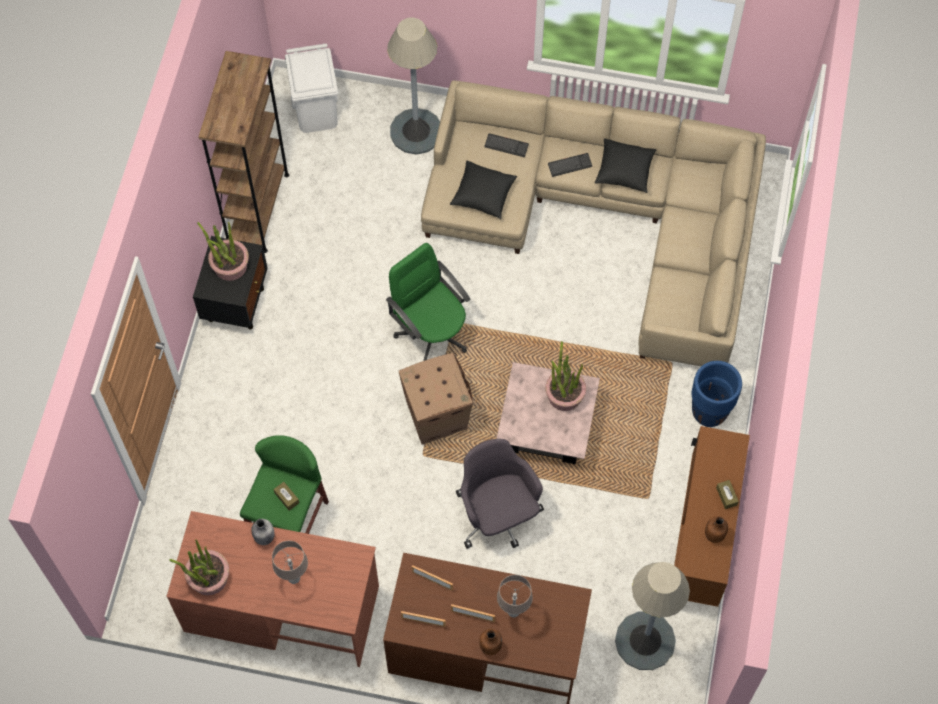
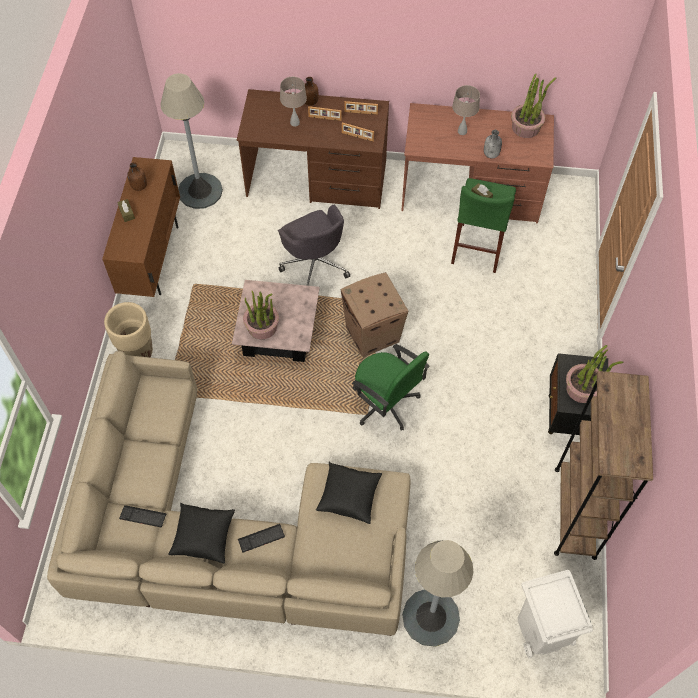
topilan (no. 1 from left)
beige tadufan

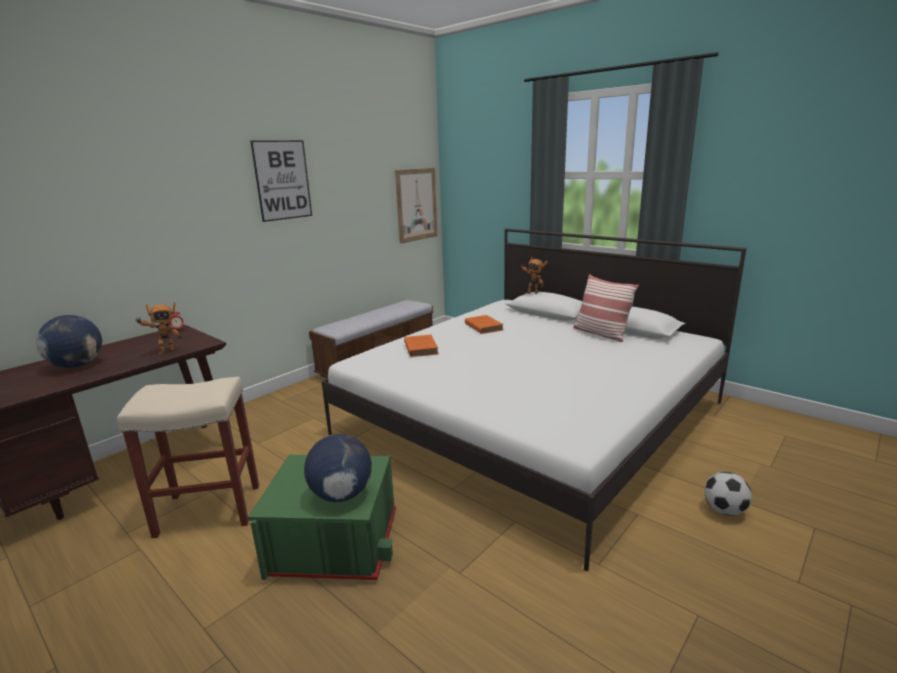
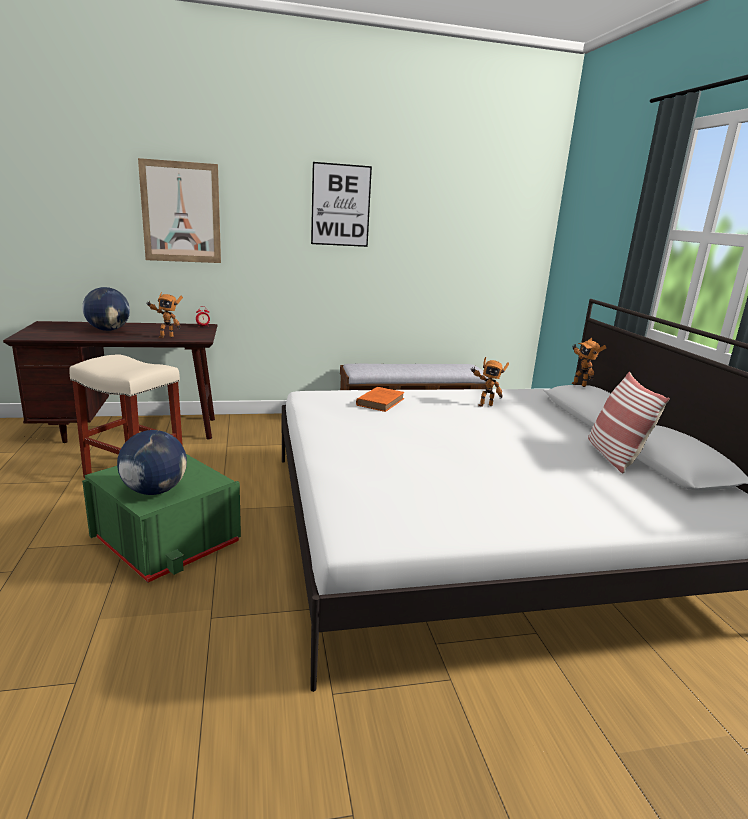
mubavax (no. 1 from left)
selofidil (no. 2 from left)
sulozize

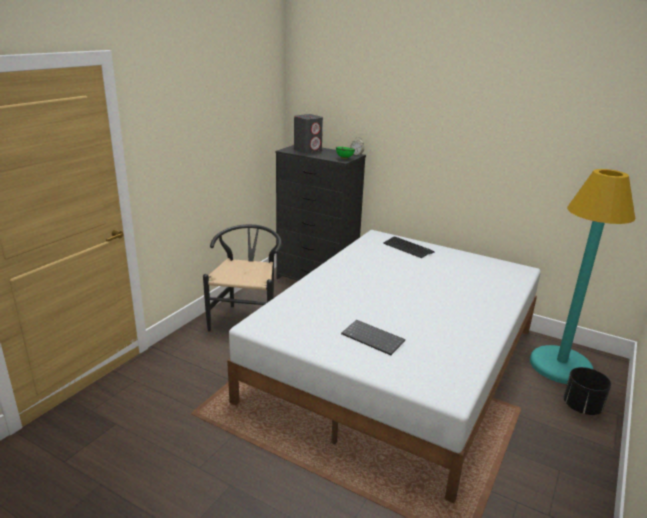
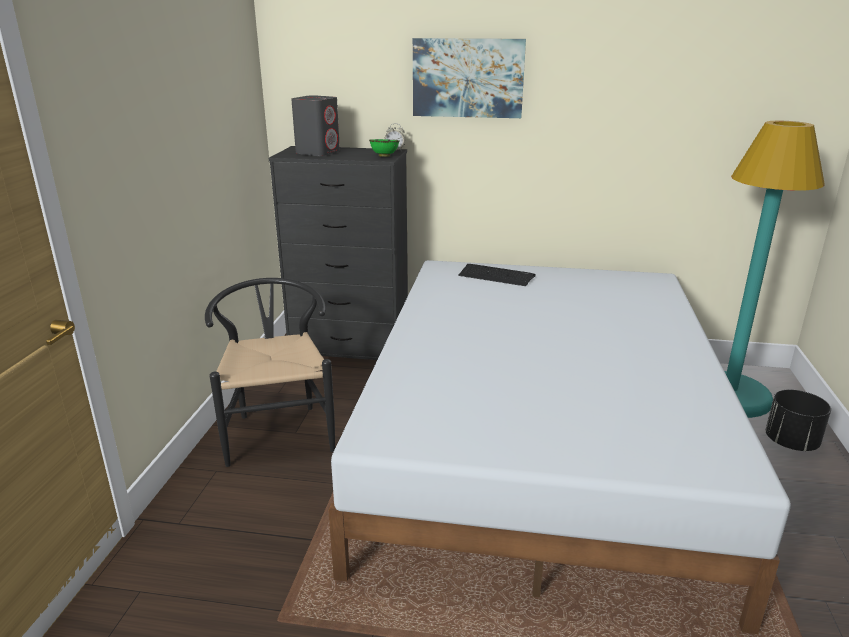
topilan (no. 1 from left in the first image)
mubavax

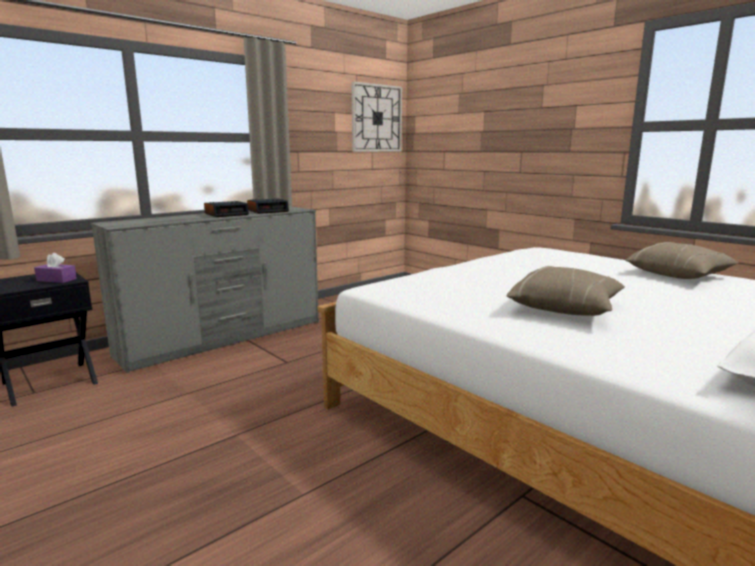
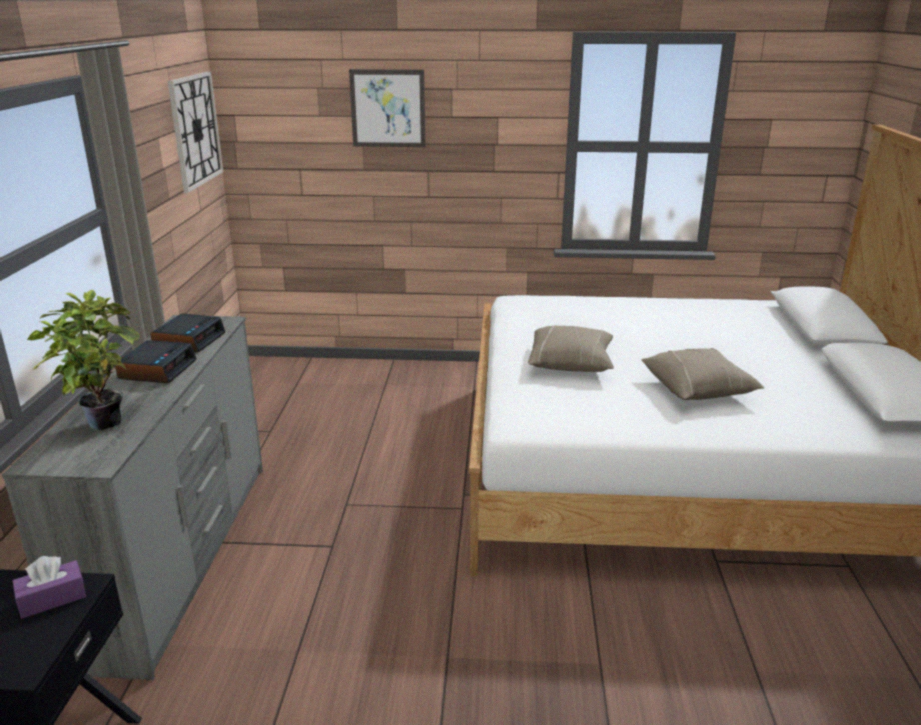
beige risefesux (no. 1 from left)
mubavax
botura

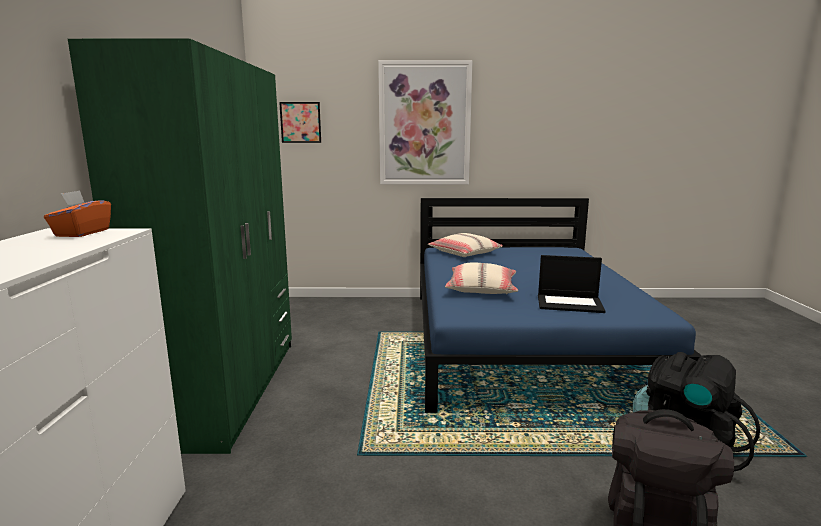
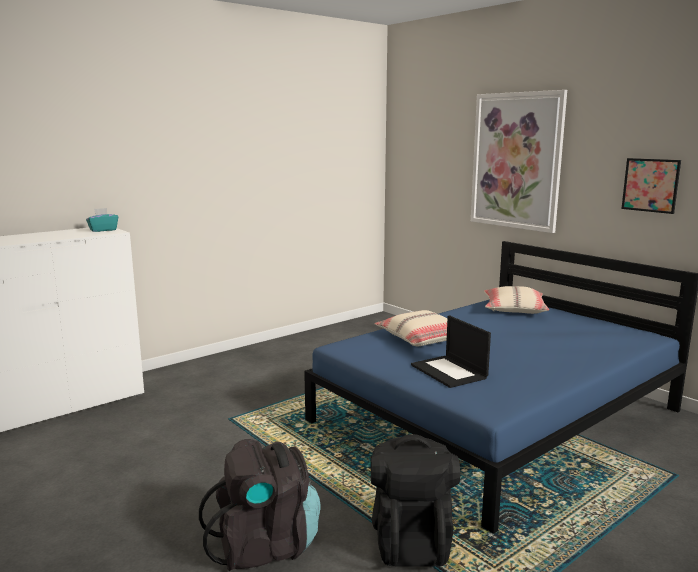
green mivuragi
mubavax (no. 2 from left)
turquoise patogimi

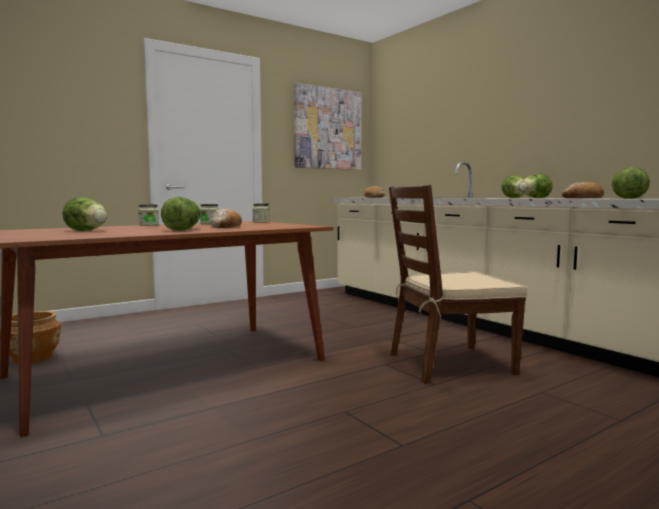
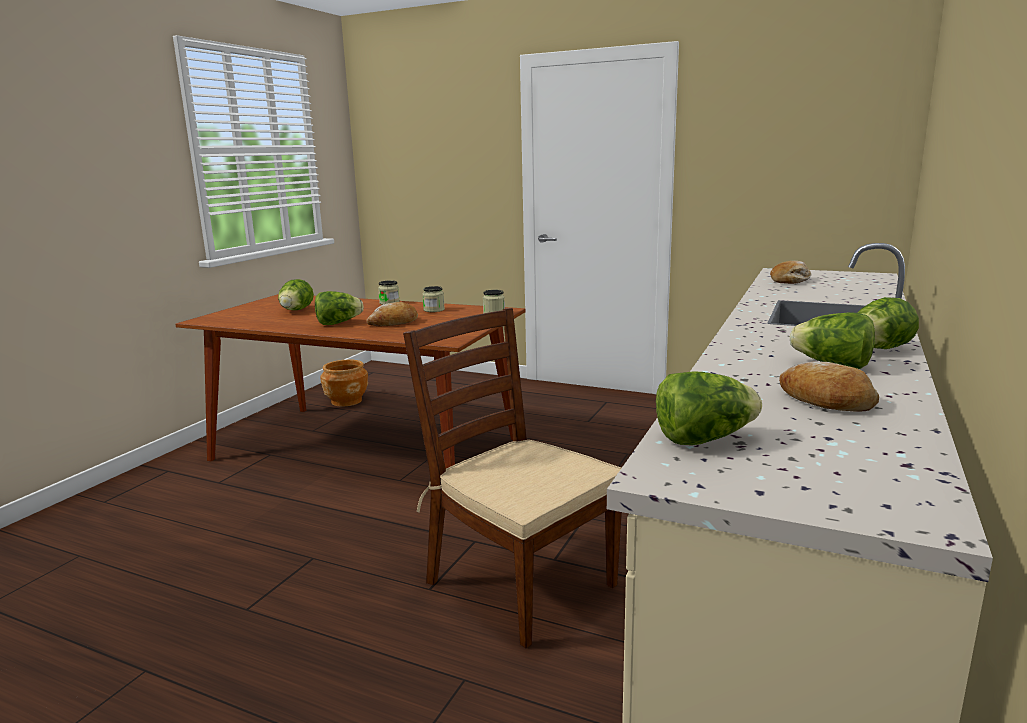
mubavax

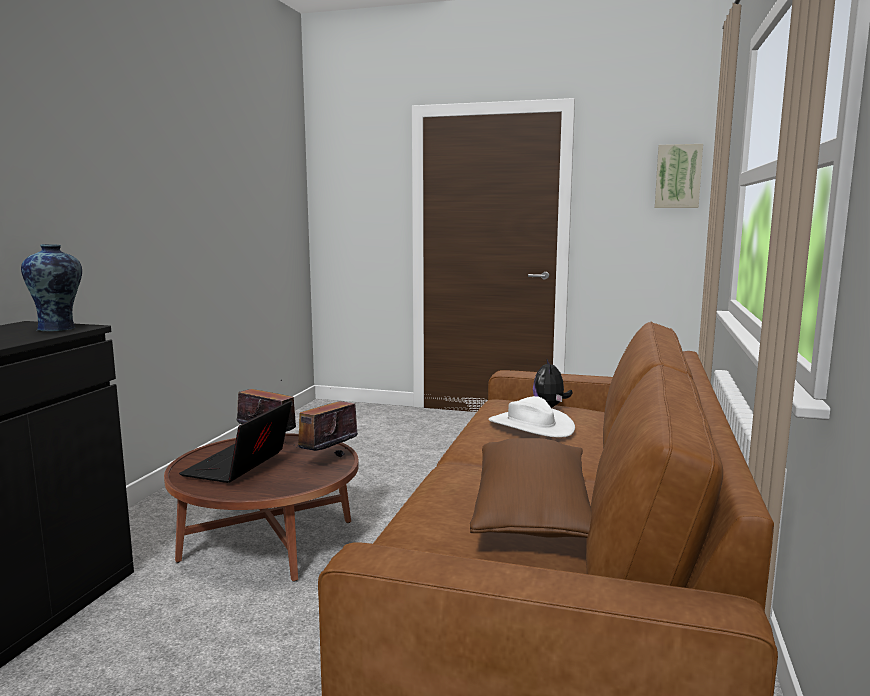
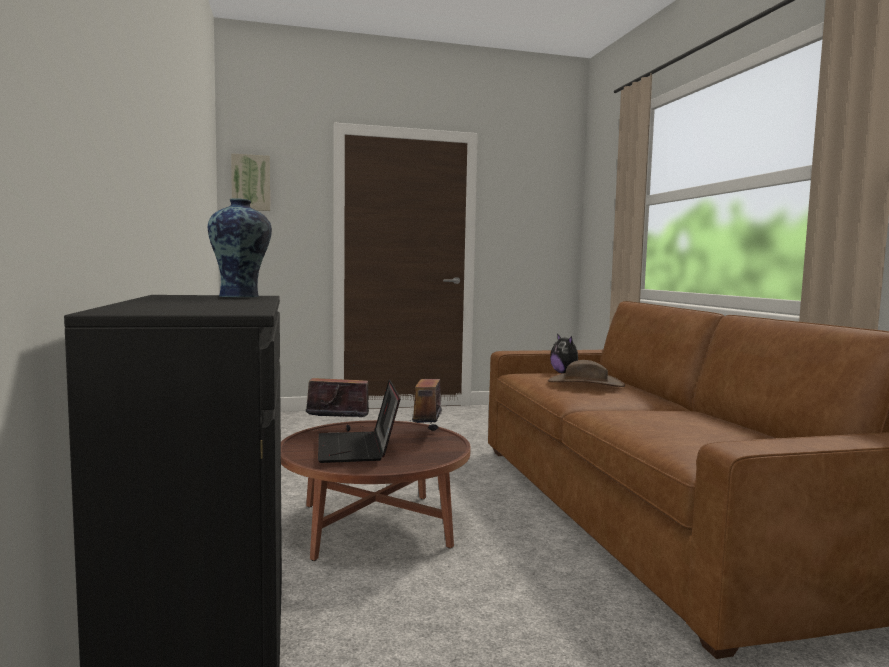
mubavax
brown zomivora
brown risefesux

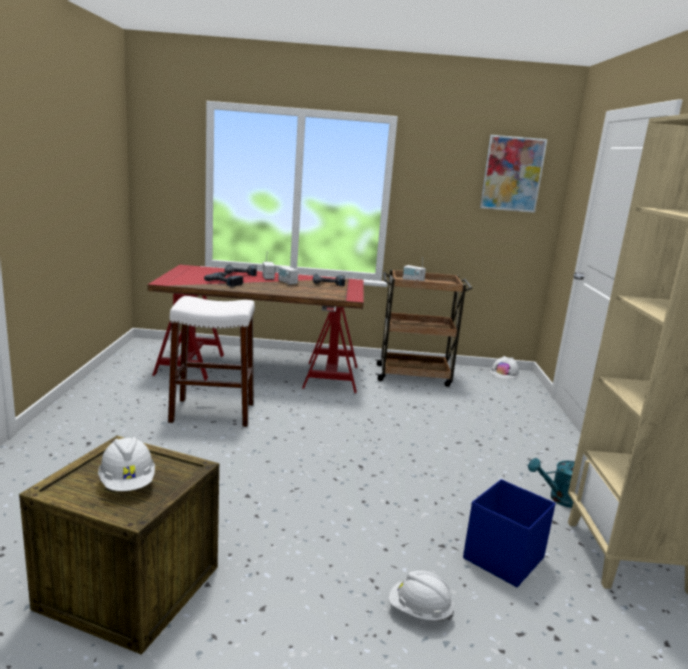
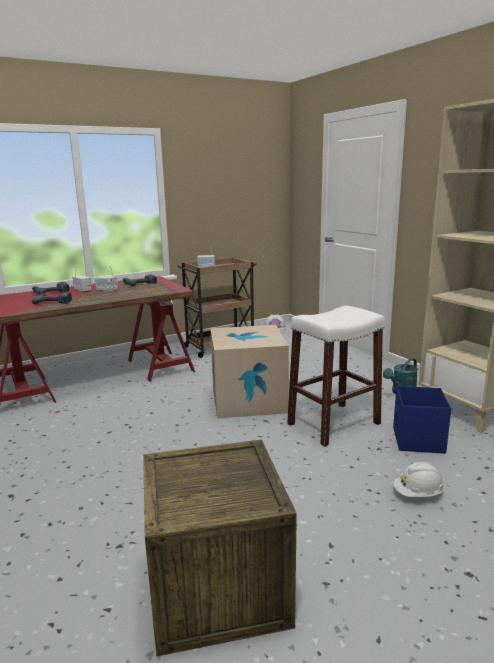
mubavax
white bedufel
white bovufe (no. 1 from left in the first image)
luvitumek

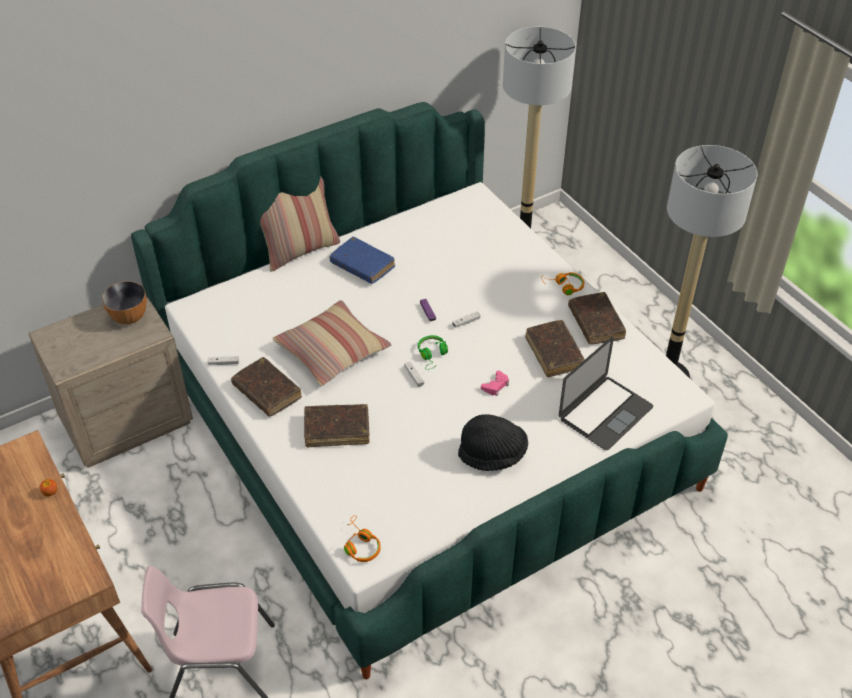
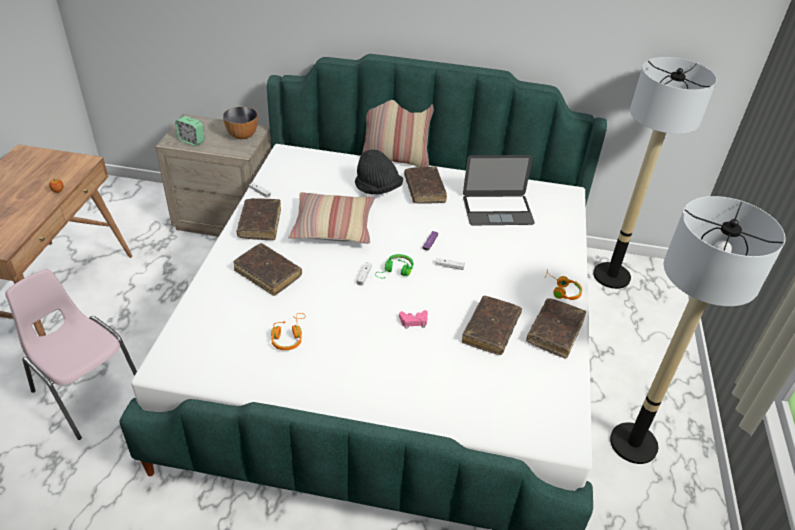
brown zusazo (no. 3 from left)
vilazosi
black zomivora
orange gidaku (no. 1 from left)
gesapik

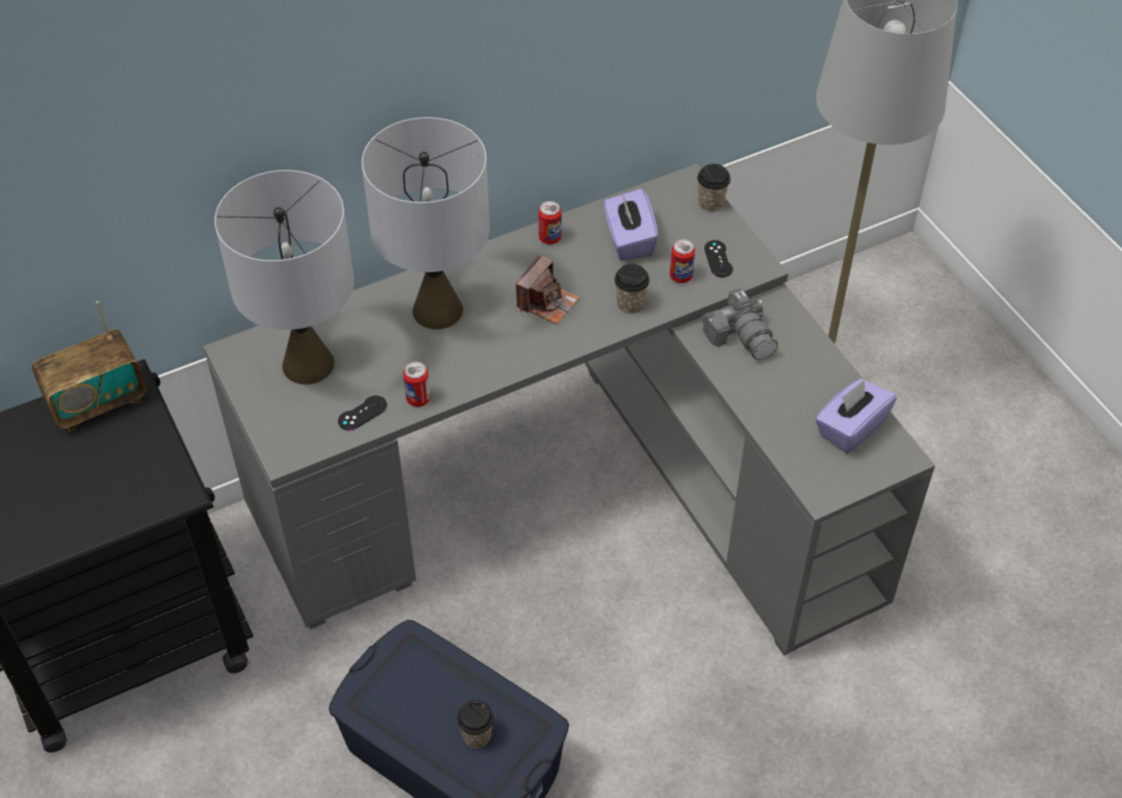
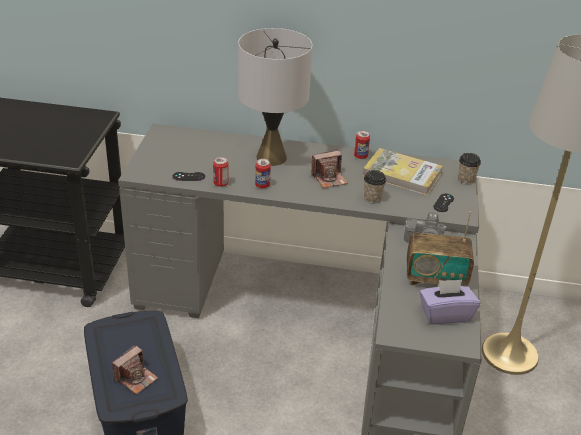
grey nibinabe (no. 1 from left in the first image)
zusazo
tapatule (no. 2 from left)
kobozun
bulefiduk (no. 1 from left)

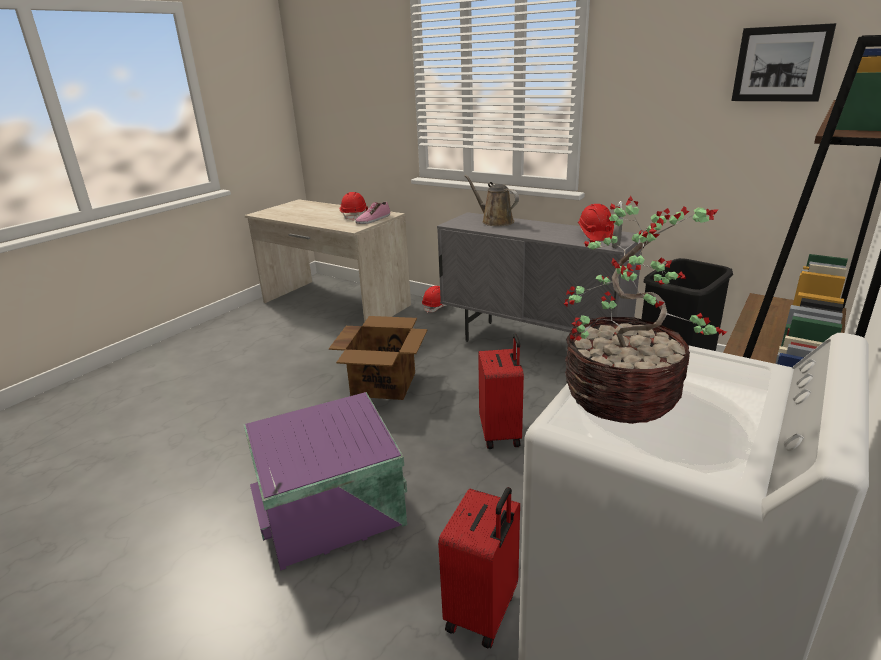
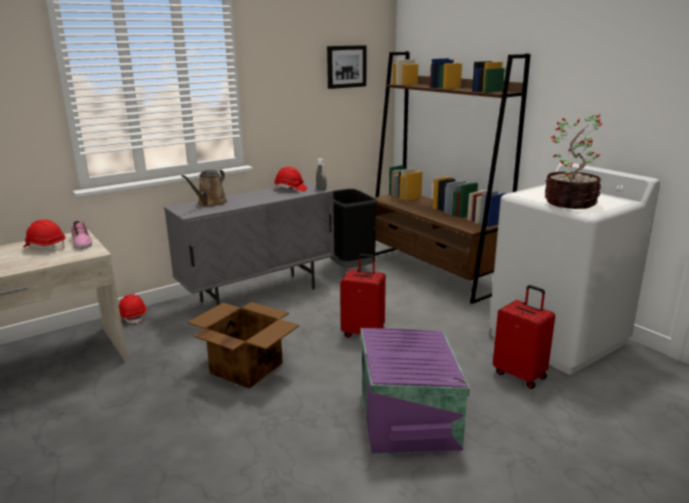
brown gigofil

